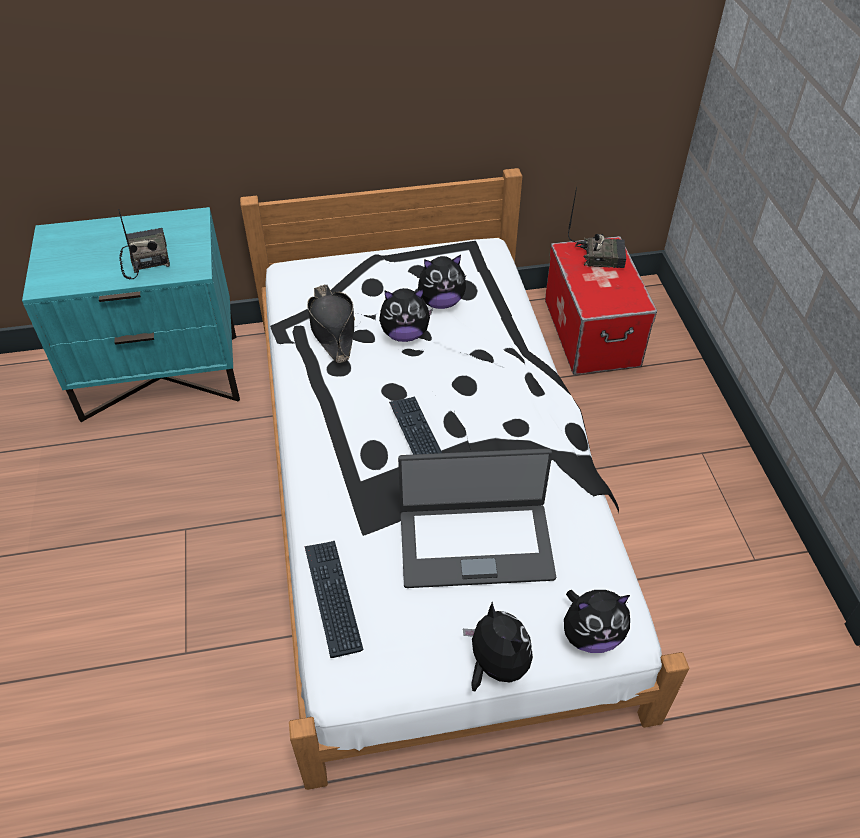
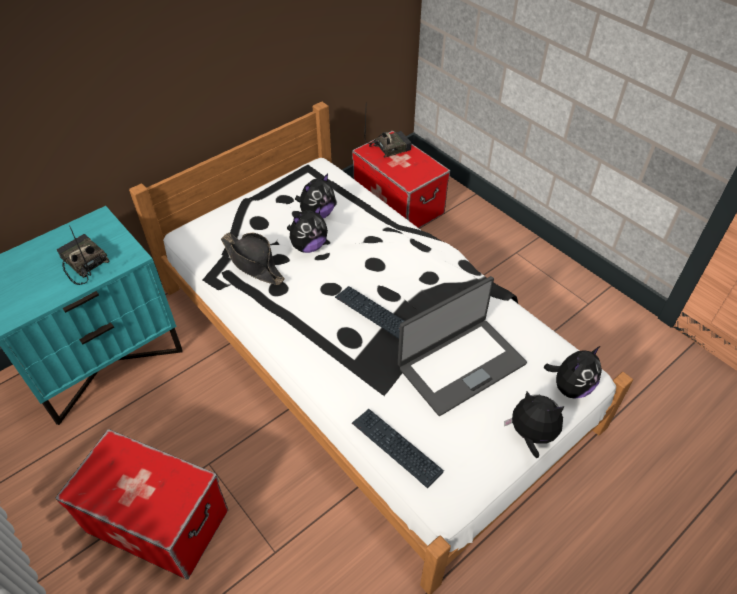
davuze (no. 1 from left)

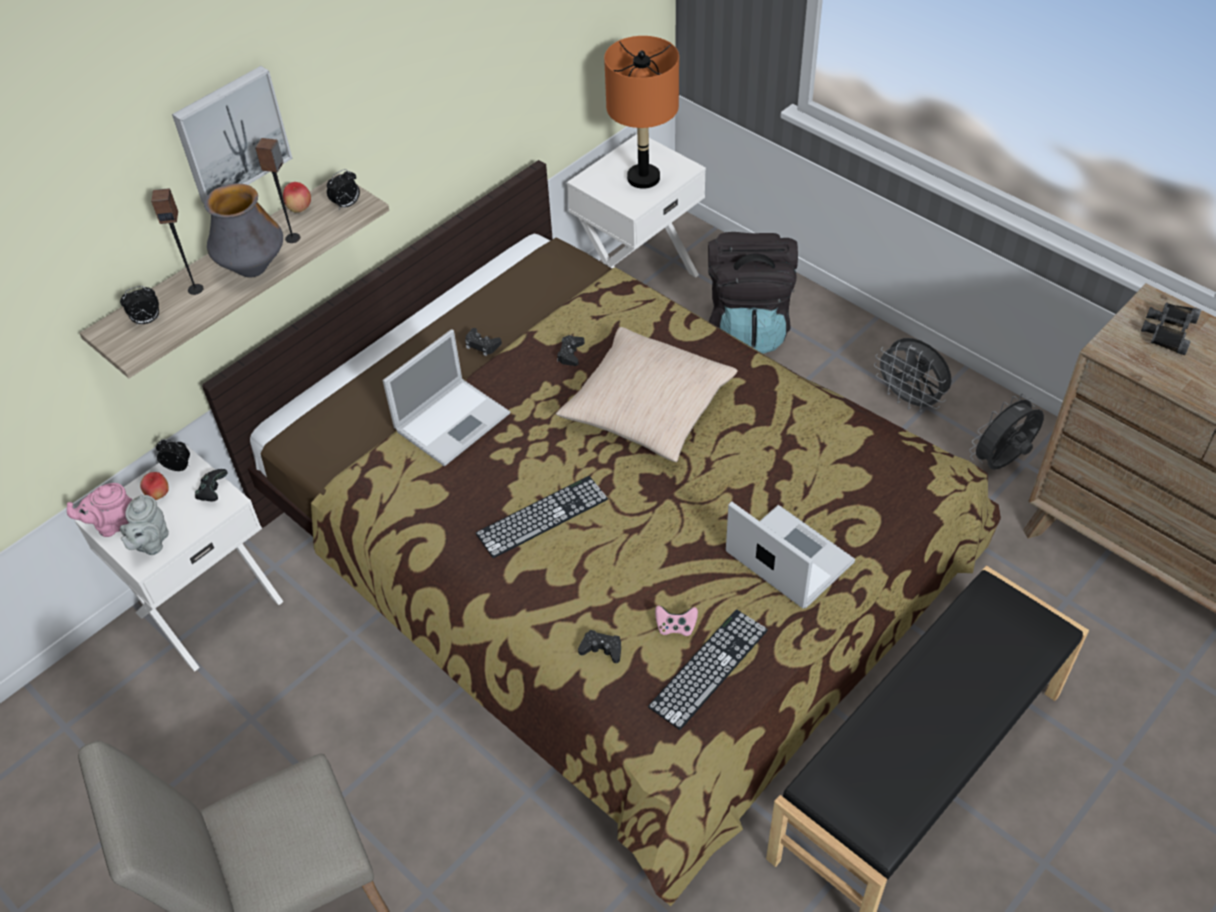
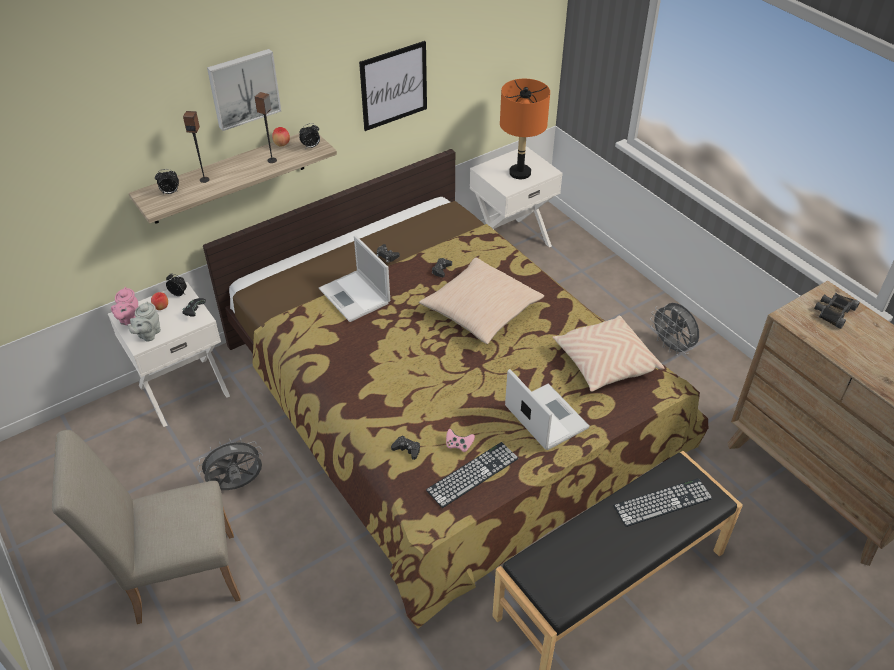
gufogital
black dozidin
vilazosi (no. 1 from left)
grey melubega (no. 1 from left)
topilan (no. 2 from left)
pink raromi
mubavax (no. 2 from left)
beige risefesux (no. 2 from left)

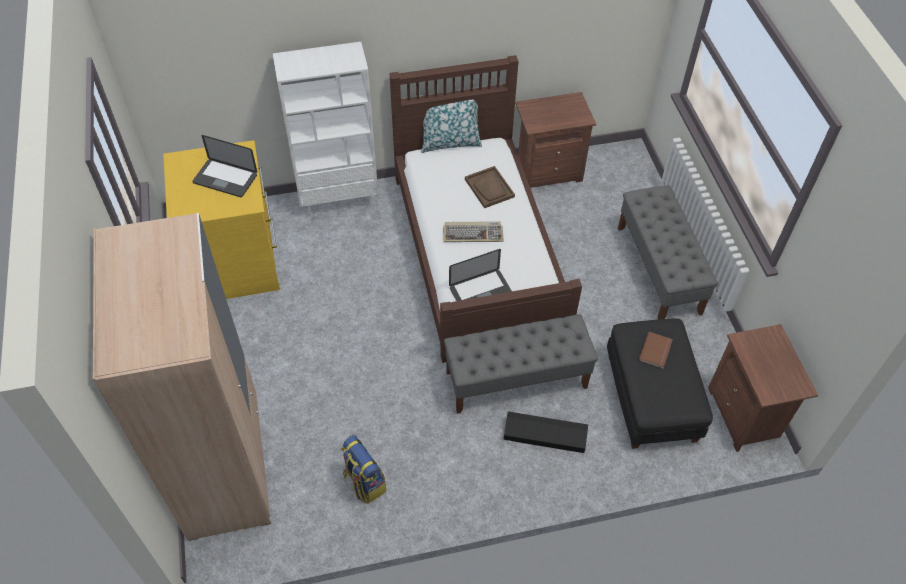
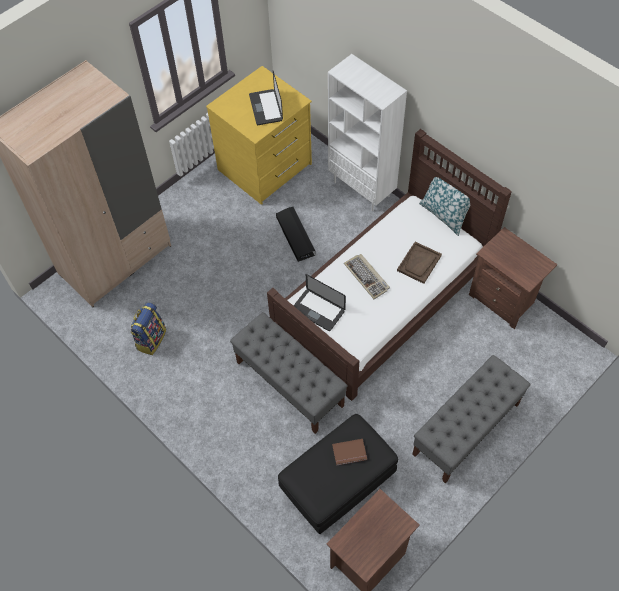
black davuze

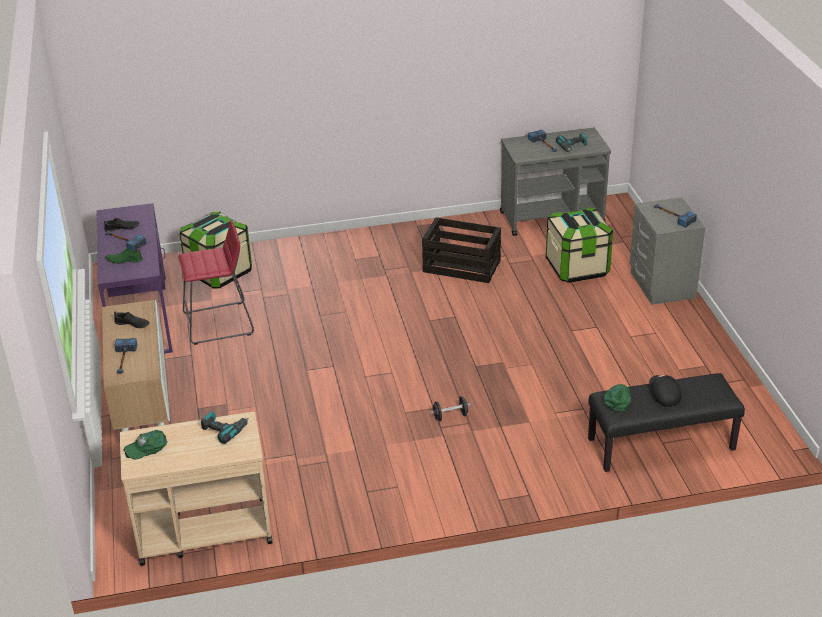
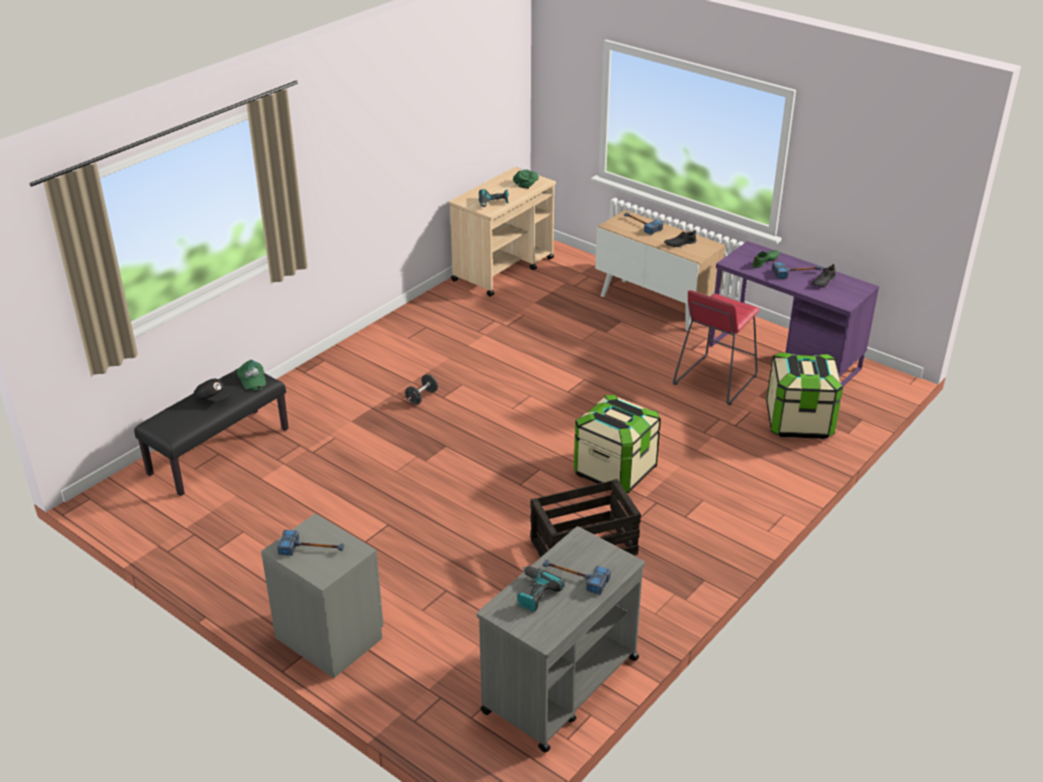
davuze (no. 1 from left)

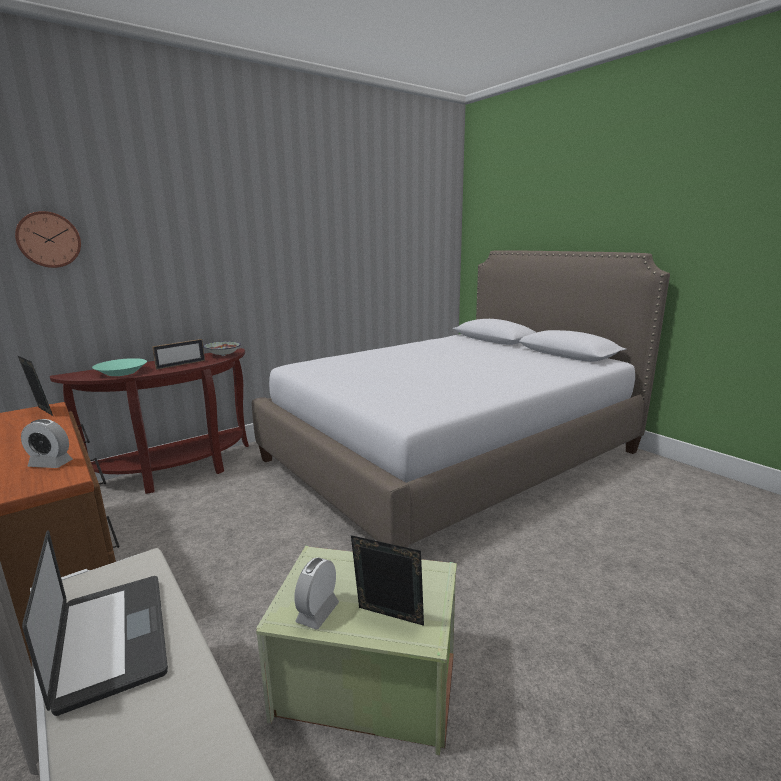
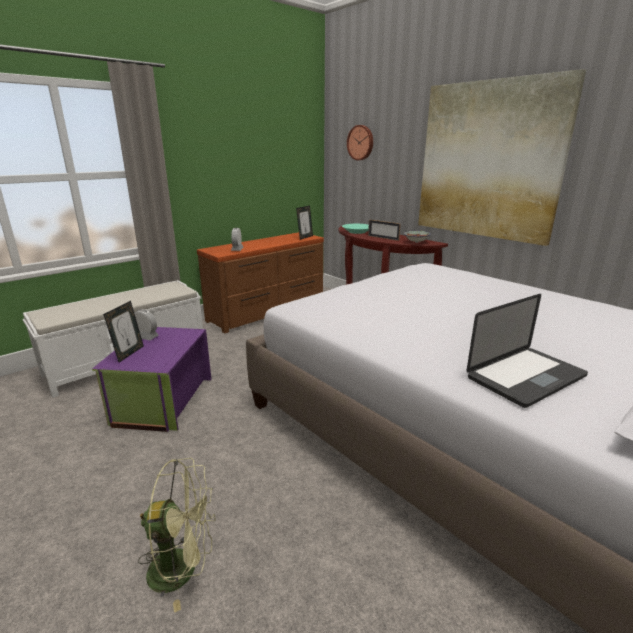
vilazosi
purple davuze
mubavax
green melubega

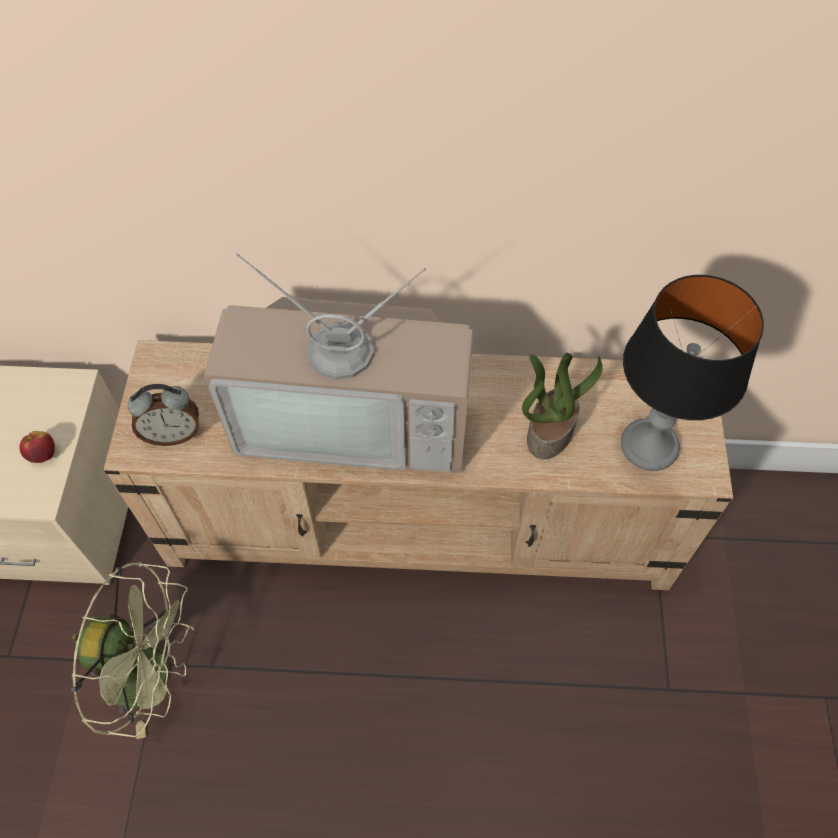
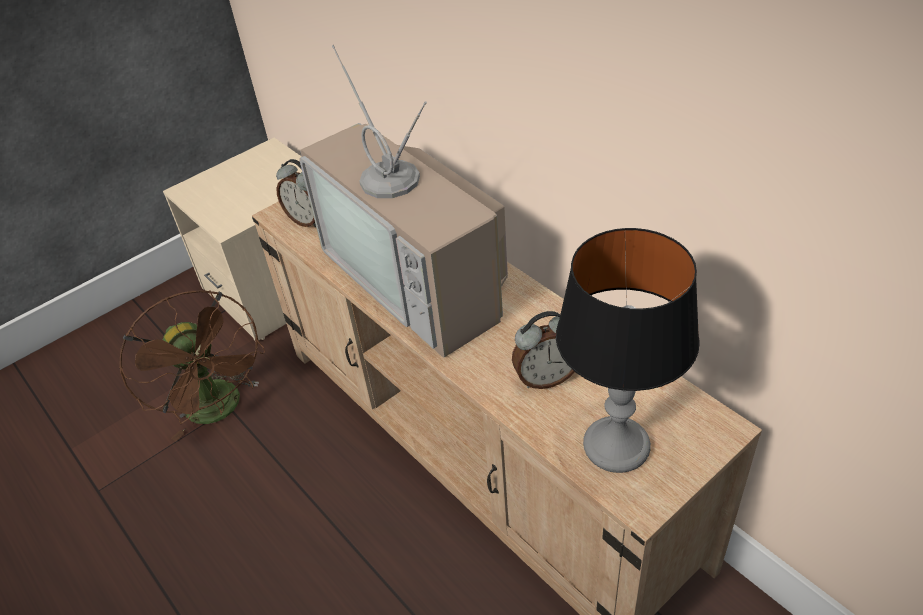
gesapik (no. 2 from left)
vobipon
brown melubega

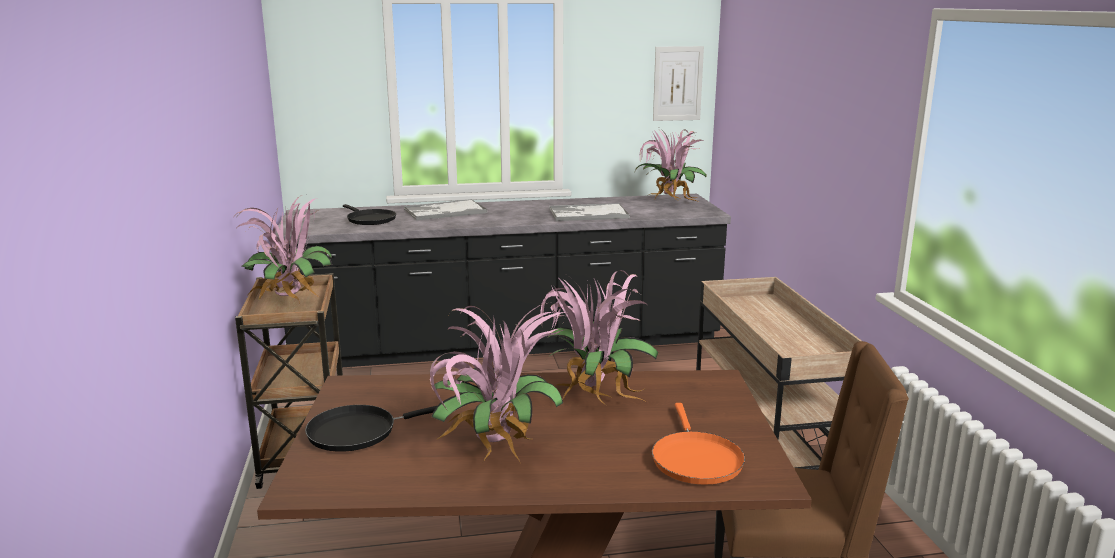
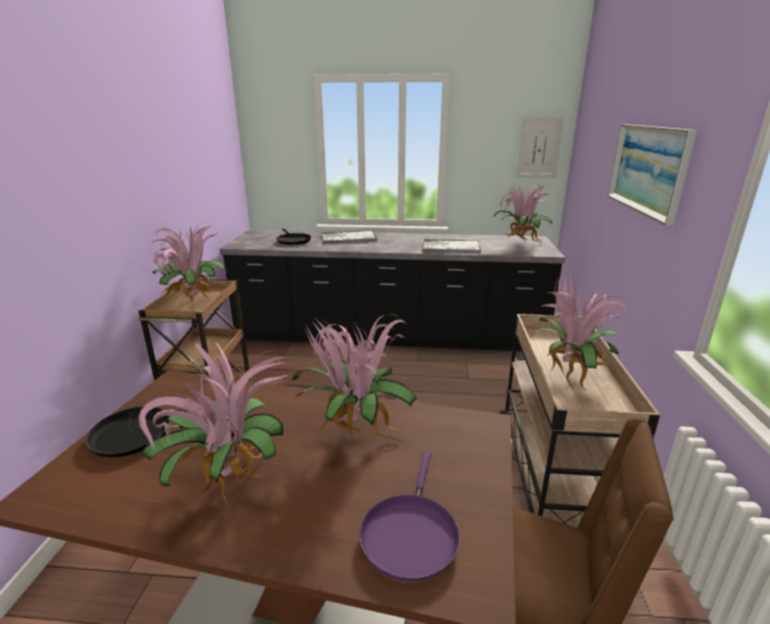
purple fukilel
mubavax (no. 2 from left)
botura (no. 5 from left)

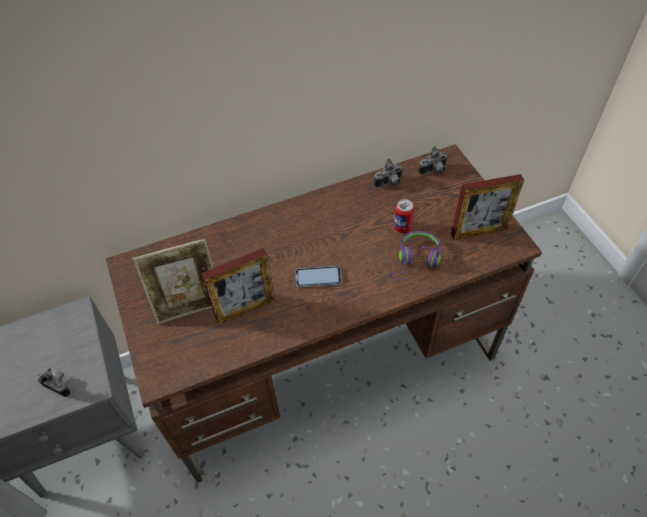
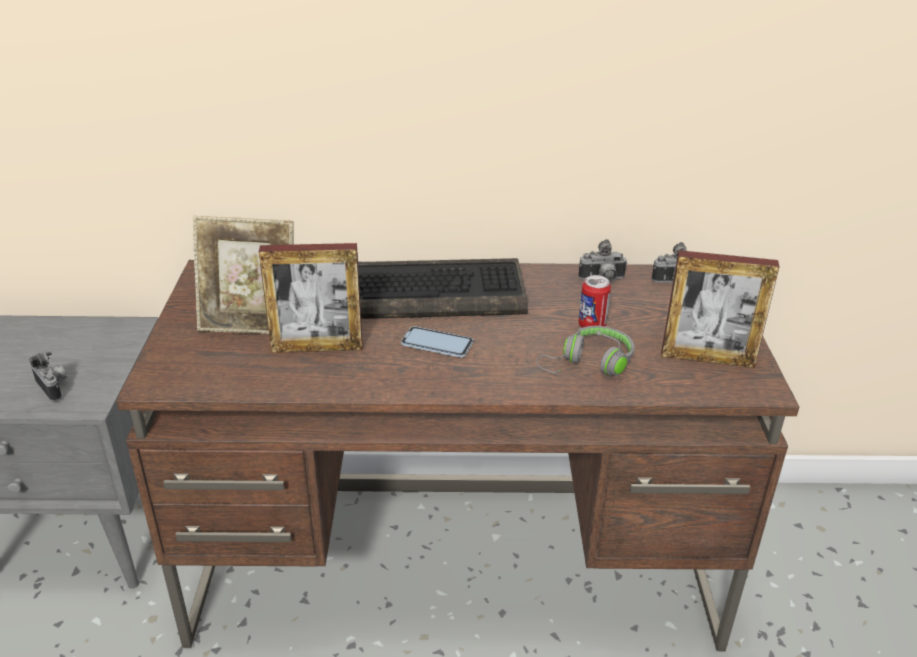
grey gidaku
topilan

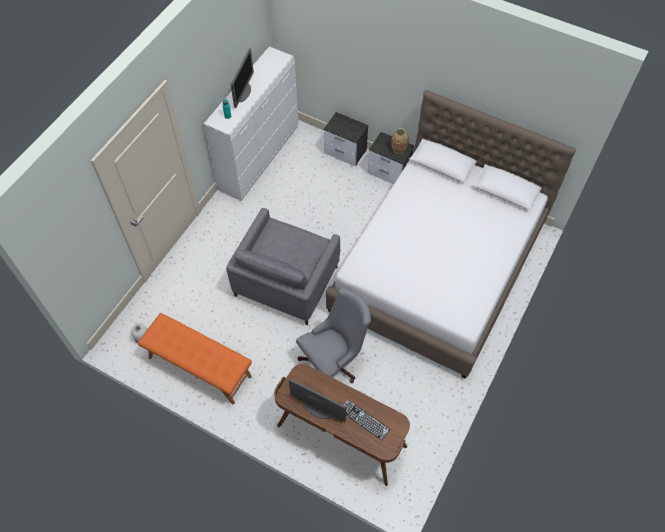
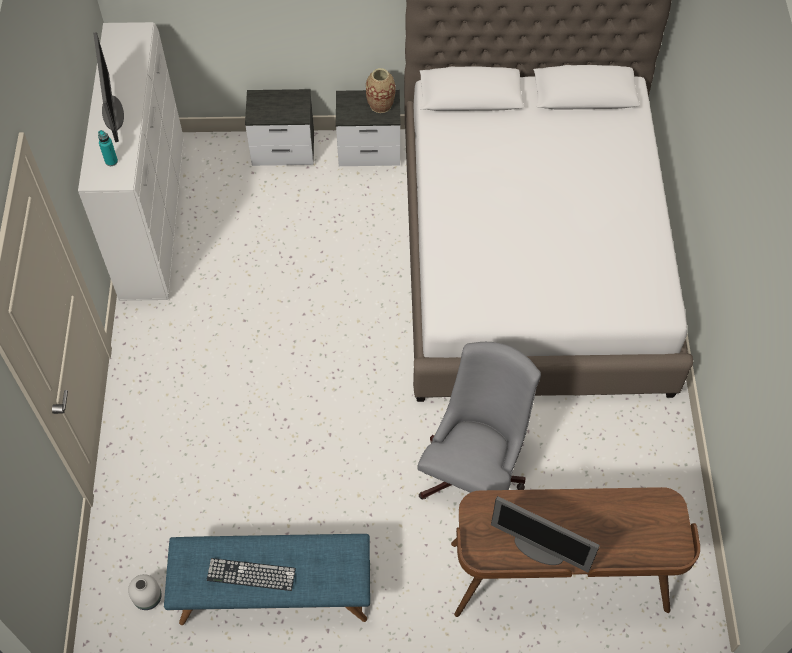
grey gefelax
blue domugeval
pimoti (no. 2 from left)
topilan

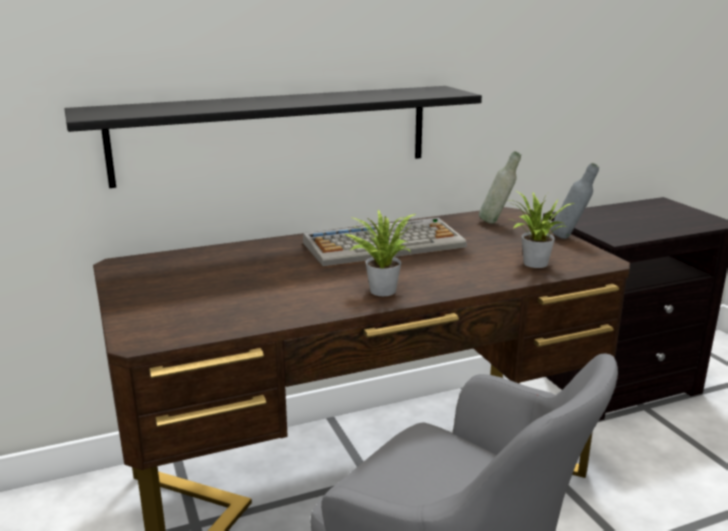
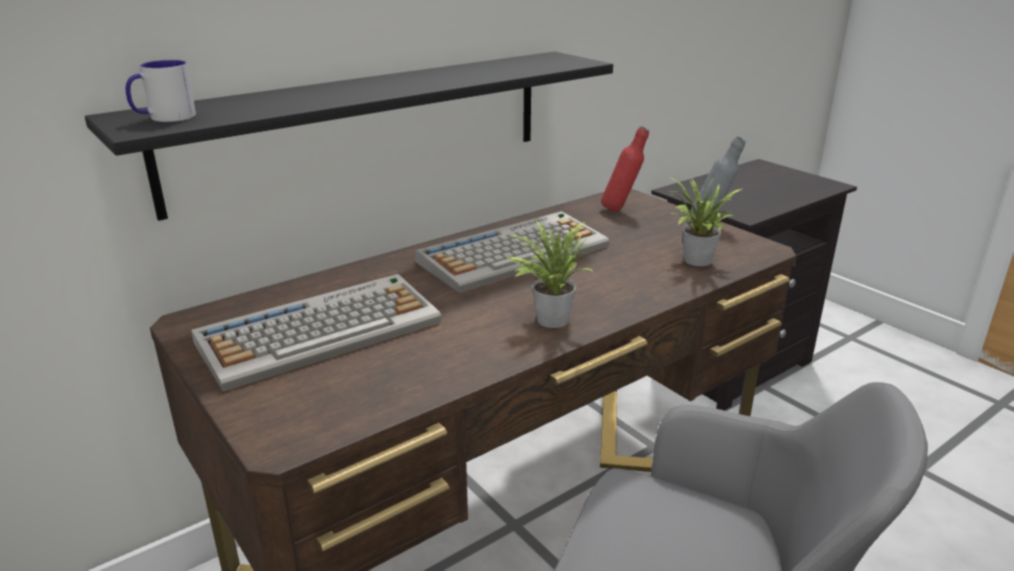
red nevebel
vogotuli
topilan (no. 1 from left)

